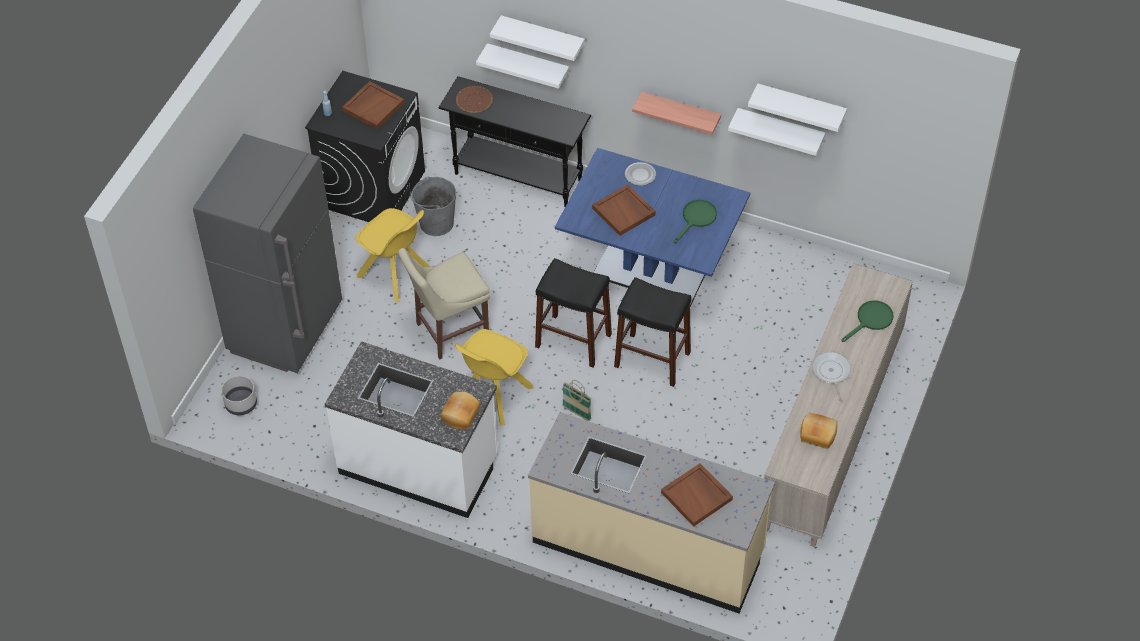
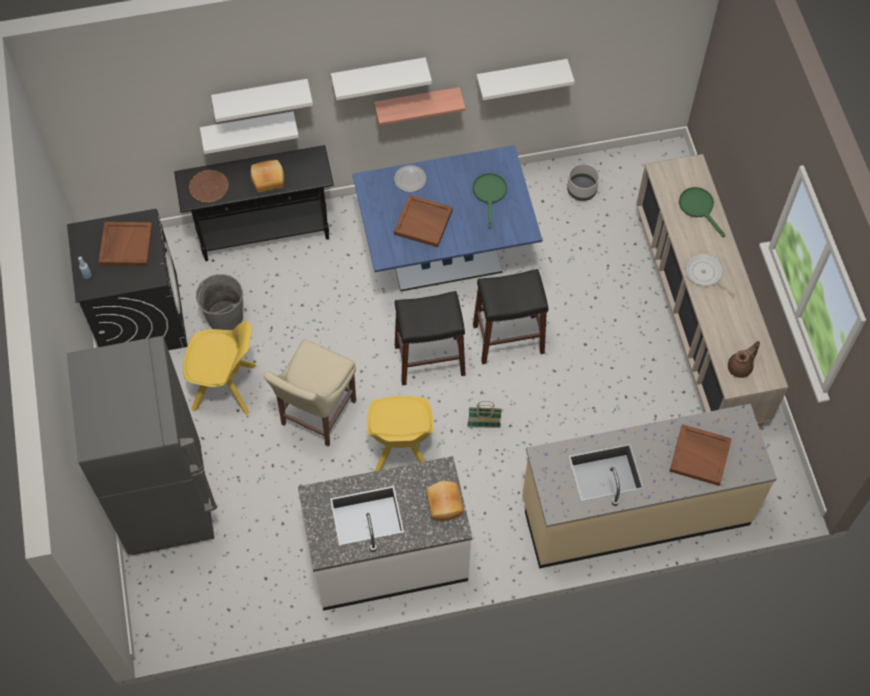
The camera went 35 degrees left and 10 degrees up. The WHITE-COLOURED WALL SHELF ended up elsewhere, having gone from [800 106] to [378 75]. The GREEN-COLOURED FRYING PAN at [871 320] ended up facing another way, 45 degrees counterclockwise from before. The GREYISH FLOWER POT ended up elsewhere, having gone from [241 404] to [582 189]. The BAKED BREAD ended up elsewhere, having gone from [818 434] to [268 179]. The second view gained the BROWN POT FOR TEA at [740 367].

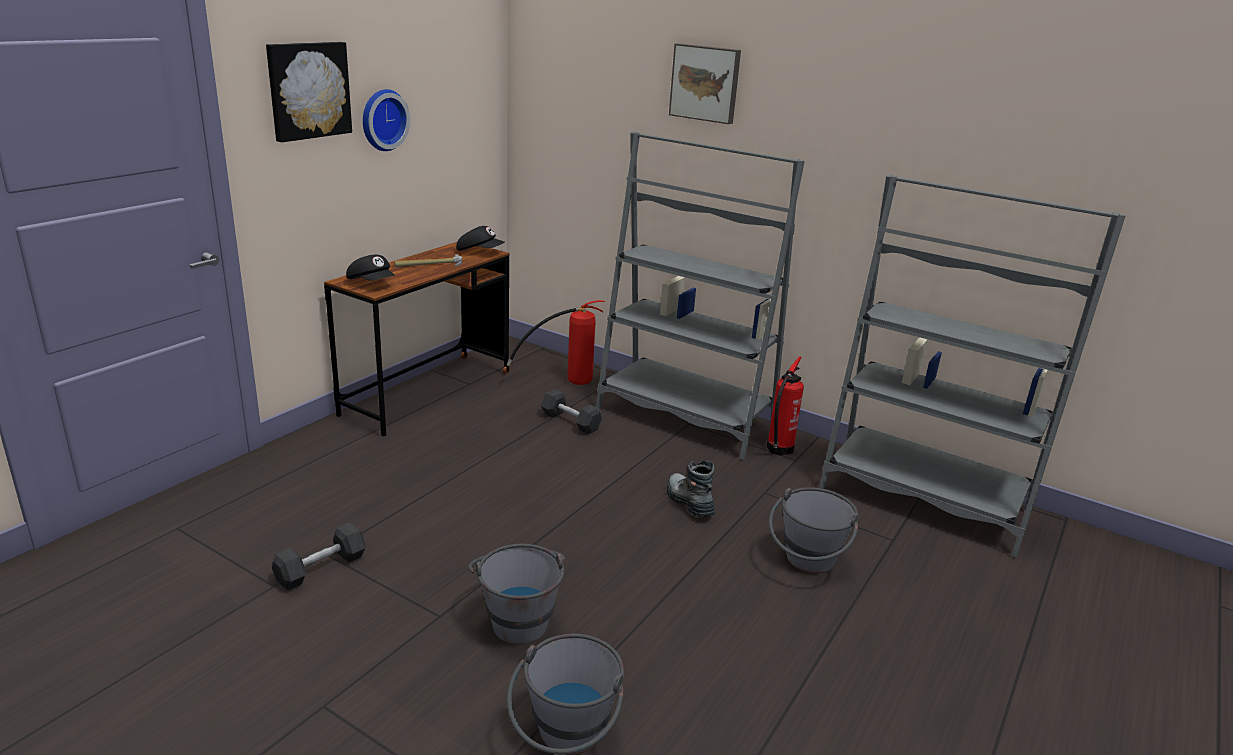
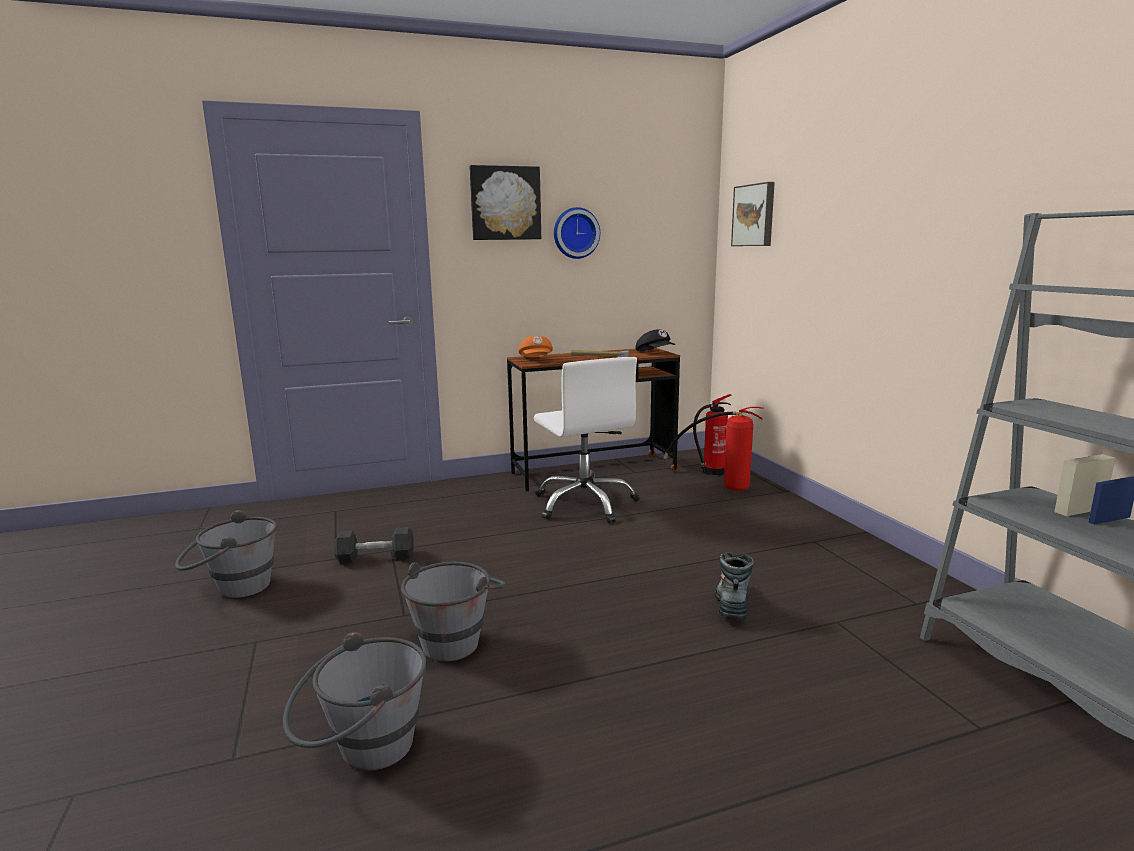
The camera went 40 degrees right and 10 degrees down. The WALL ART ended up elsewhere, having gone from [705 83] to [754 215]. The second view lost the GREYISH SHELVING UNIT at [685 417]. What was the BLACKISH BASEBALL CAP at [372 283] turned into the ORANGEY BASEBALL CAP at [537 360]. The EXTINGUISHER ended up elsewhere, having gone from [778 450] to [711 472]. The second view lost the BLACKISH HAND WEIGHT at [570 421]. The GREYISH BUCKET ended up elsewhere, having gone from [807 564] to [233 588]. The second view gained the WHITE-COLOURED OFFICE CHAIR at [585 504].

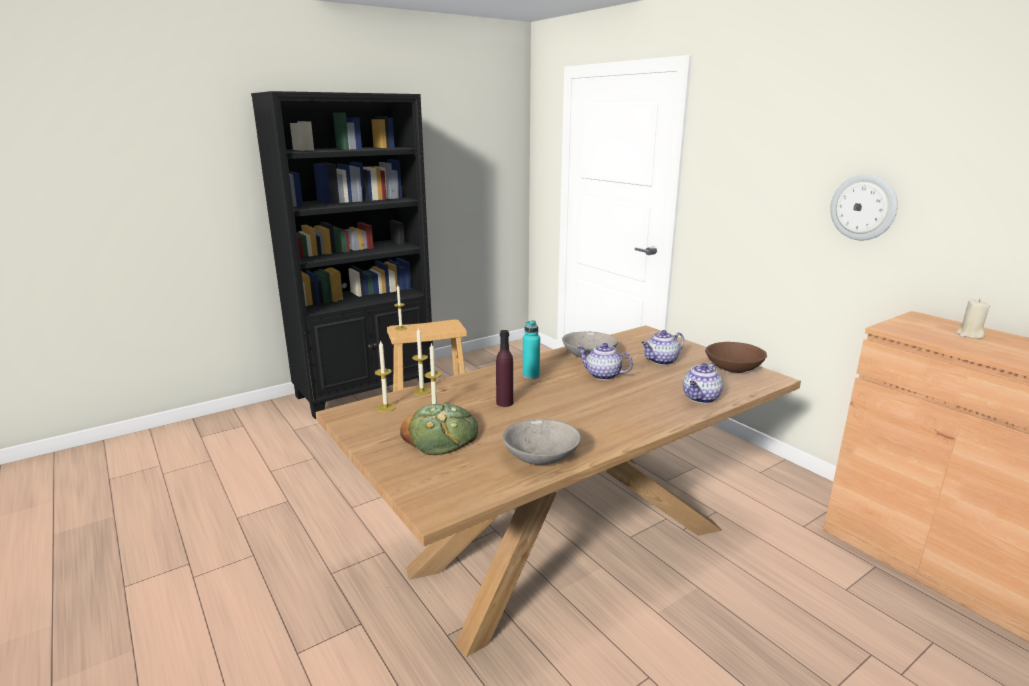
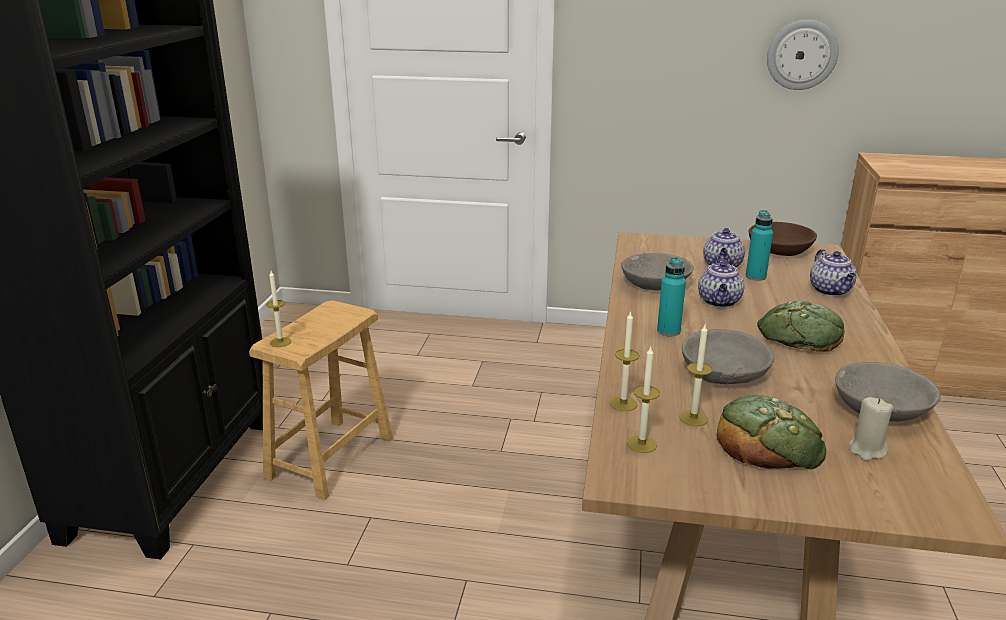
The camera went 45 degrees left and 5 degrees up. The BEIGE CANDLE ended up elsewhere, having gone from [969 335] to [867 450]. Where the PURPLISH DRINK BOTTLE stood at [504 403], the GREYISH BOWL came to stand at [724 373]. The POT FOR TEA at [602 375] ended up facing another way, 60 degrees counterclockwise from before. The second view gained the TURQUOISE-COLOURED DRINK BOTTLE at [755 276]. The second view gained the BAKED BREAD at [800 335].

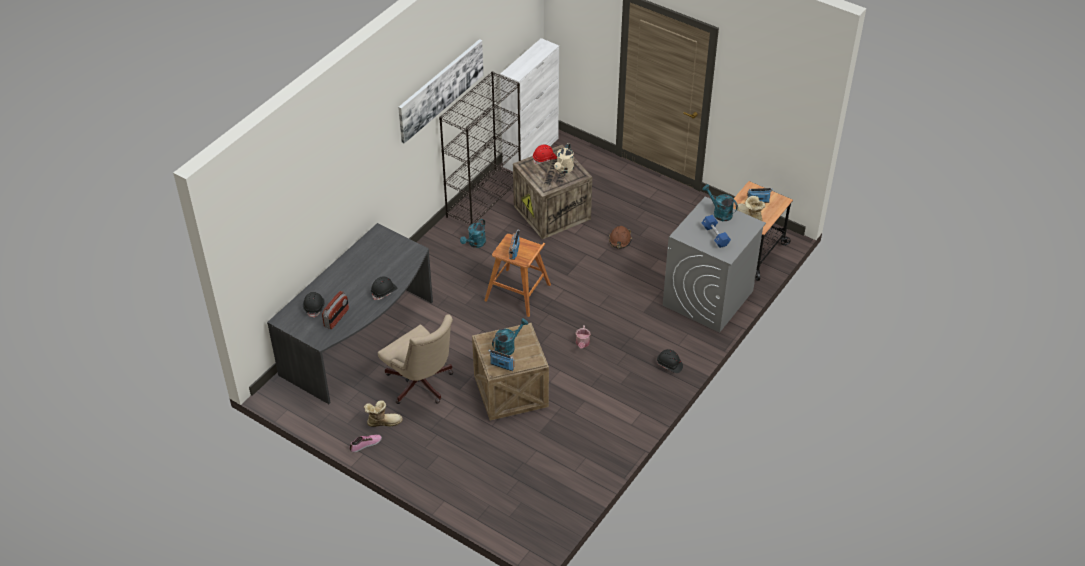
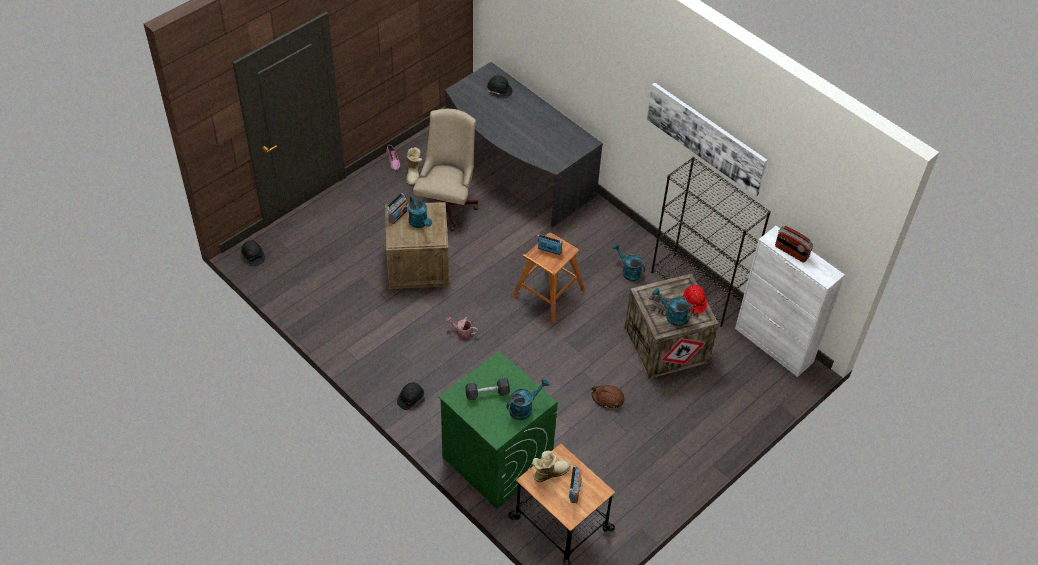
The camera went 100 degrees right and 5 degrees up. What was the BEIGE WATERING CAN at [564 169] turned into the TURQUOISE-COLOURED WATERING CAN at [672 316]. What was the GREYISH WASHING MACHINE at [708 298] turned into the GREEN-COLOURED WASHING MACHINE at [496 460]. What was the BLUE HAND WEIGHT at [715 236] turned into the BLACKISH HAND WEIGHT at [487 393]. The BLACKISH WORK HELMET ended up elsewhere, having gone from [384 292] to [253 256]. The RADIO RECEIVER ended up elsewhere, having gone from [336 318] to [791 252]. The BEIGE OFFICE CHAIR at [421 385] ended up facing another way, 135 degrees clockwise from before.

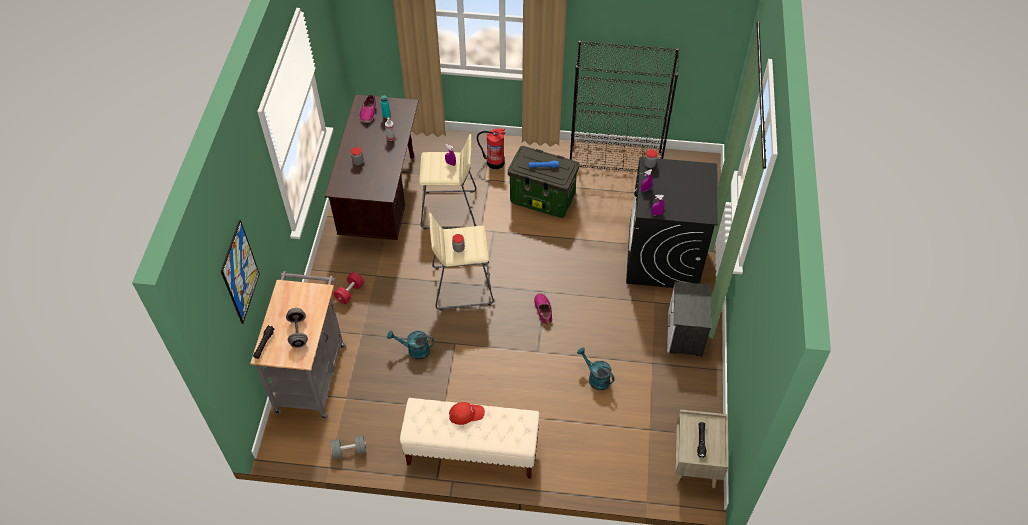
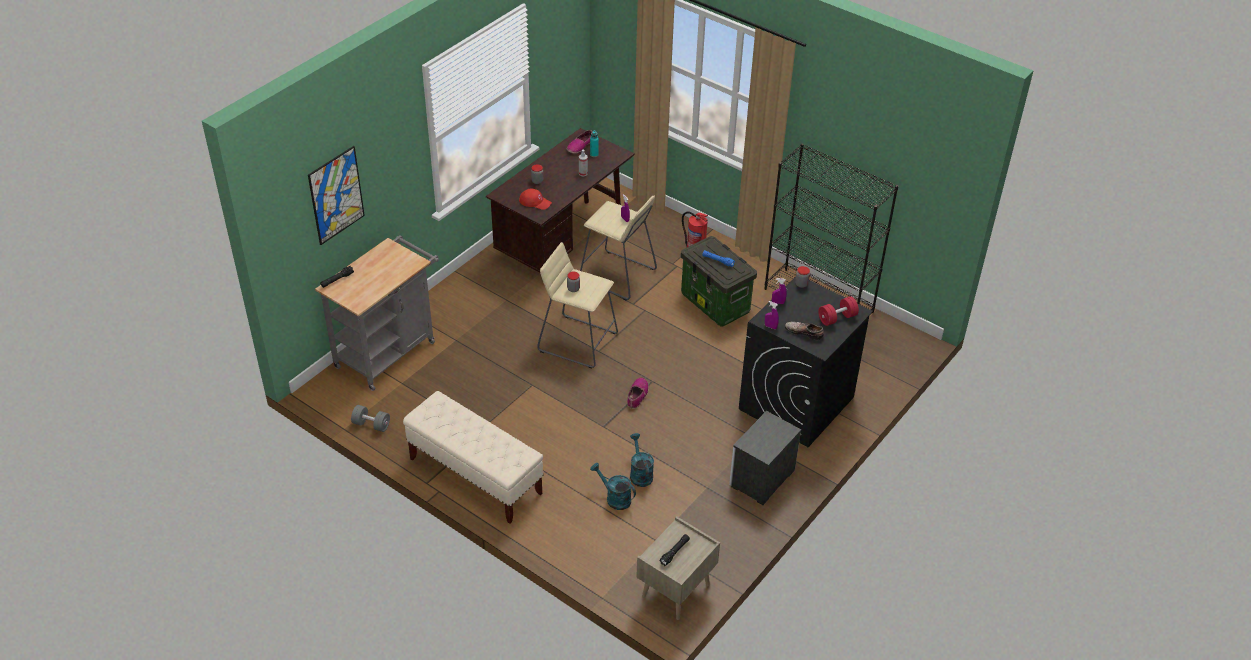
The camera went 30 degrees right and 10 degrees down. The REDDISH HAND WEIGHT ended up elsewhere, having gone from [350 292] to [837 318]. The second view lost the GREYISH HAND WEIGHT at [298 332]. The TURQUOISE-COLOURED WATERING CAN ended up elsewhere, having gone from [414 350] to [614 498]. The REDDISH BASEBALL CAP ended up elsewhere, having gone from [466 414] to [535 202]. The second view gained the SHOE at [804 332].

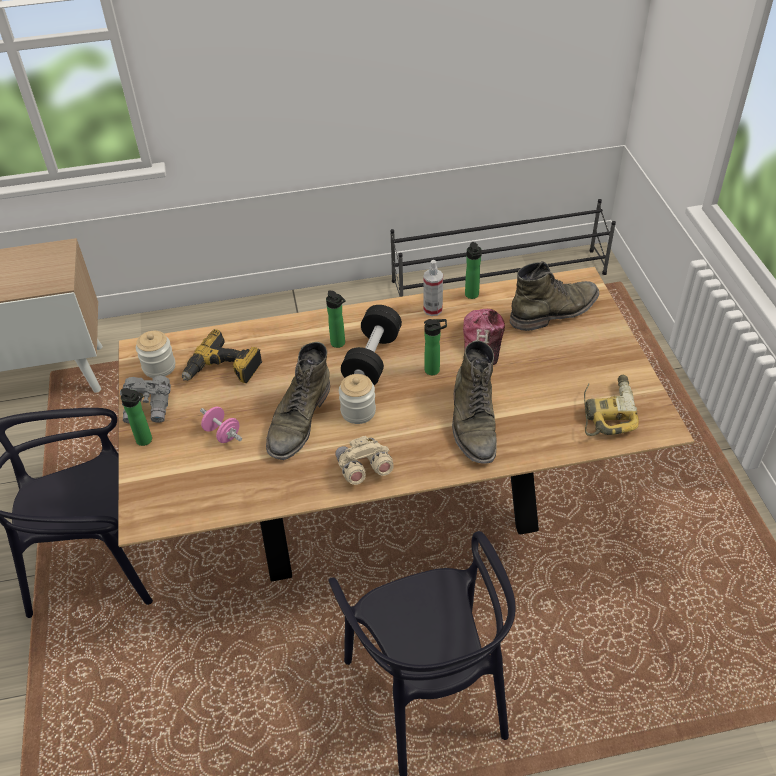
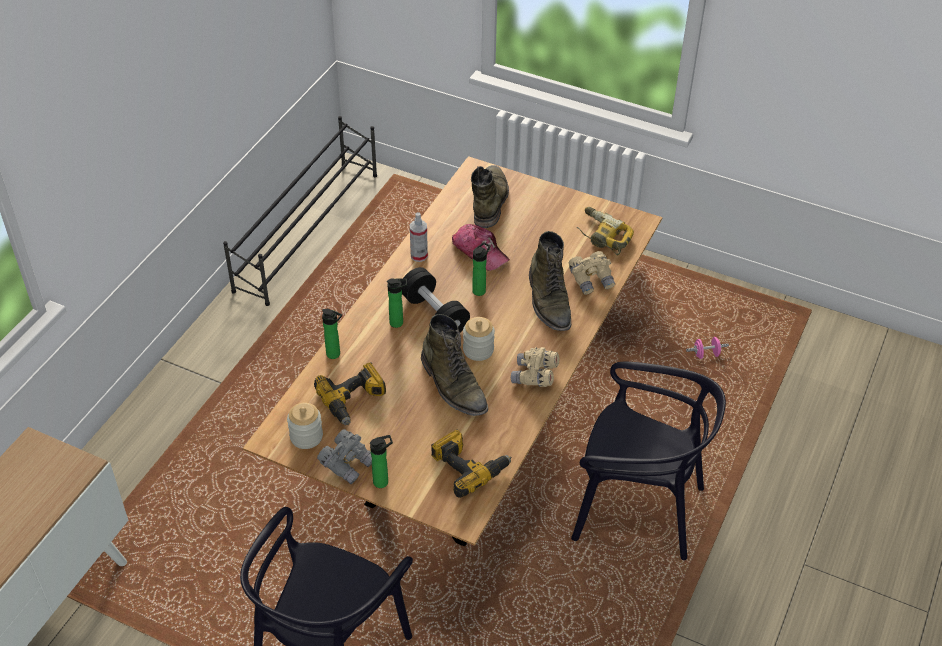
The camera went 55 degrees left and 0 degrees up. The DRINK BOTTLE ended up elsewhere, having gone from [472 296] to [335 355]. The GREEN-COLOURED BOOT at [473 423] ended up facing another way, 45 degrees clockwise from before. The PINK HAND WEIGHT ended up elsewhere, having gone from [222 433] to [706 354]. The second view gained the BEIGE BINOCULARS at [591 280]. The second view gained the DRILL at [468 466].

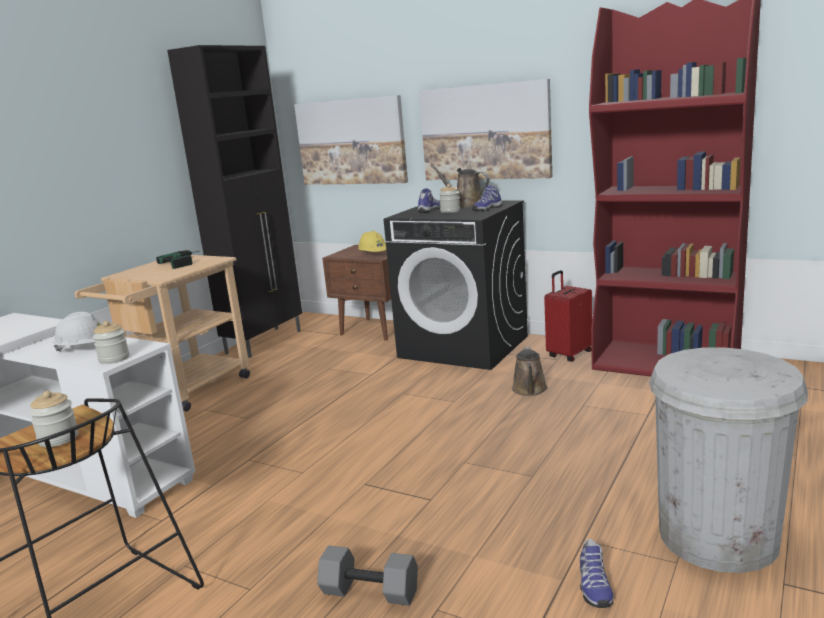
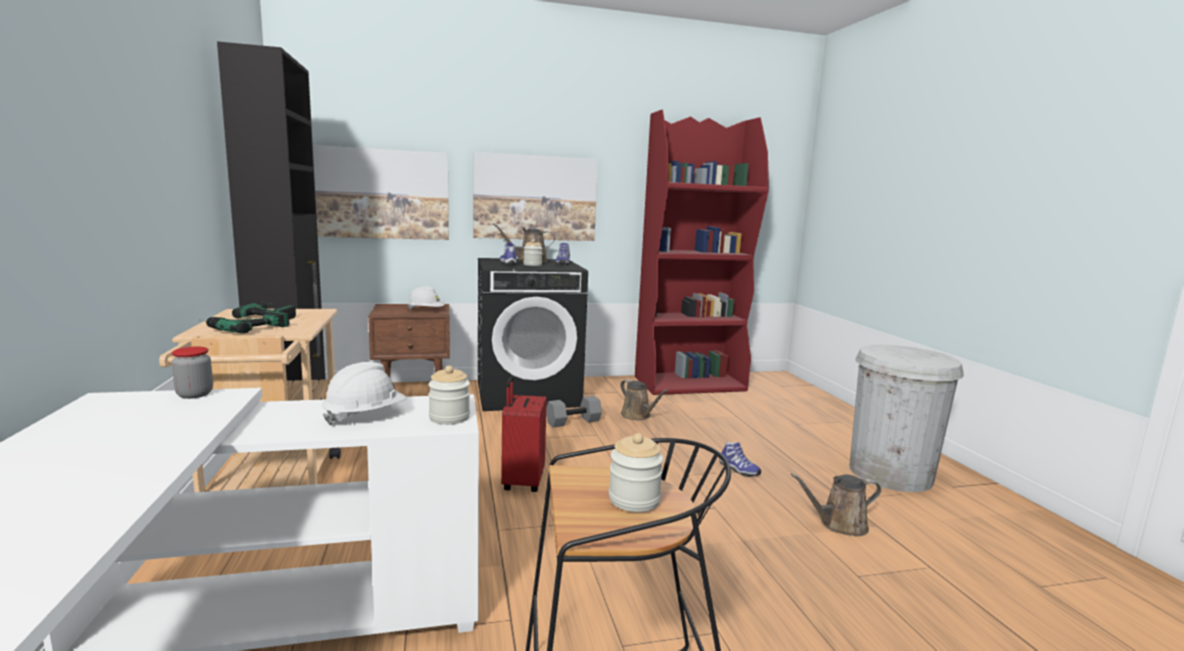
The camera went 45 degrees left and 5 degrees down. What was the YELLOW WORK HELMET at [374 255] turned into the WHITE-COLOURED WORK HELMET at [426 311]. The REDDISH SUITCASE ended up elsewhere, having gone from [568 354] to [522 482]. The SHOE ended up elsewhere, having gone from [593 587] to [738 470]. The GREYISH HAND WEIGHT ended up elsewhere, having gone from [371 591] to [573 421]. The second view gained the DRILL at [242 327]. The second view gained the PRESERVE JAR at [195 394]. The second view gained the BROWN WATERING CAN at [839 525].

